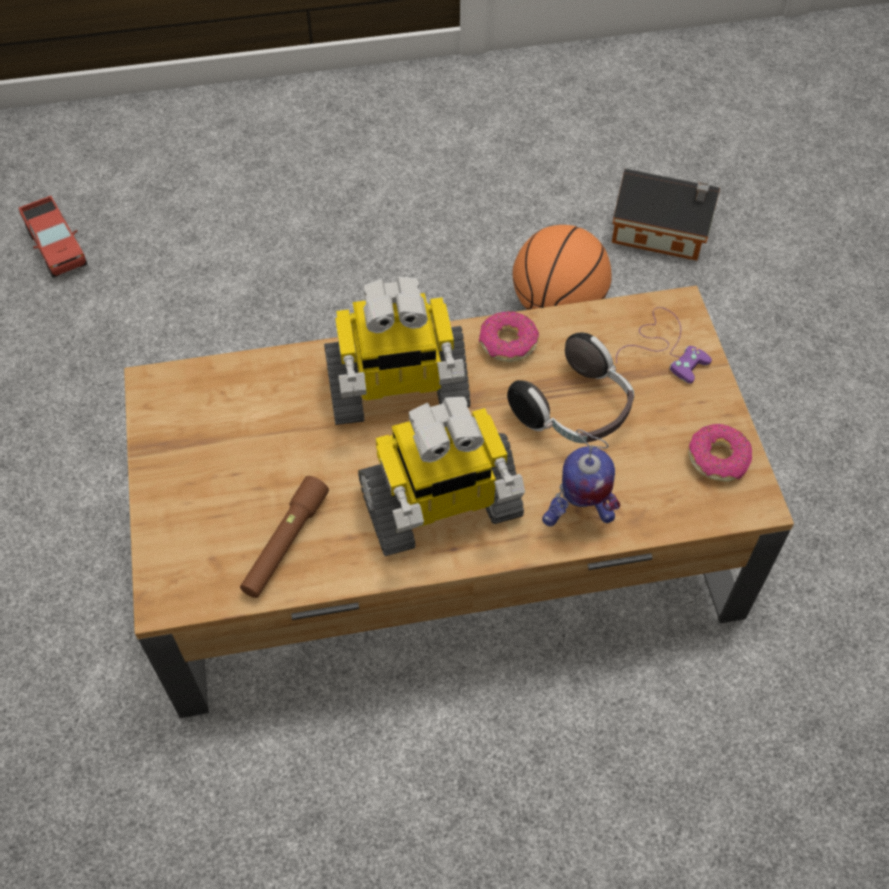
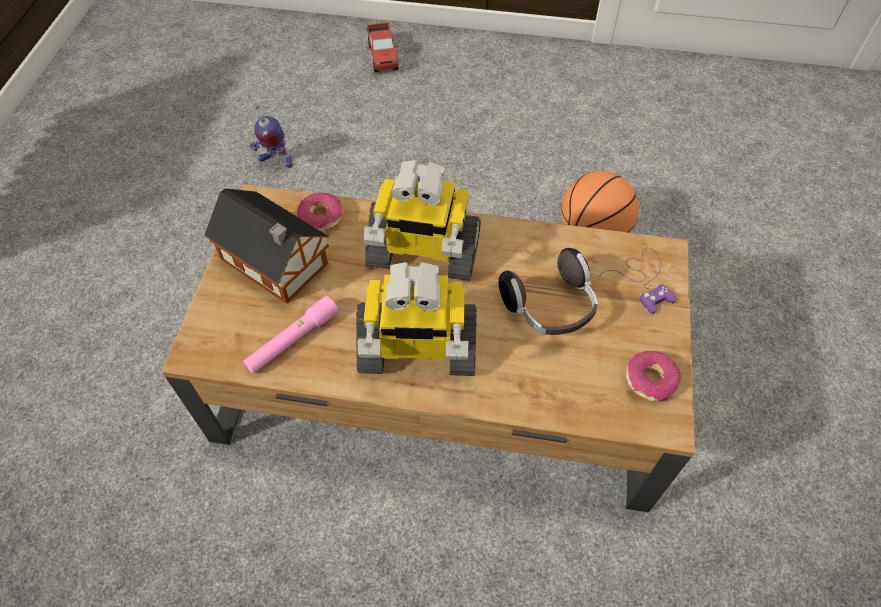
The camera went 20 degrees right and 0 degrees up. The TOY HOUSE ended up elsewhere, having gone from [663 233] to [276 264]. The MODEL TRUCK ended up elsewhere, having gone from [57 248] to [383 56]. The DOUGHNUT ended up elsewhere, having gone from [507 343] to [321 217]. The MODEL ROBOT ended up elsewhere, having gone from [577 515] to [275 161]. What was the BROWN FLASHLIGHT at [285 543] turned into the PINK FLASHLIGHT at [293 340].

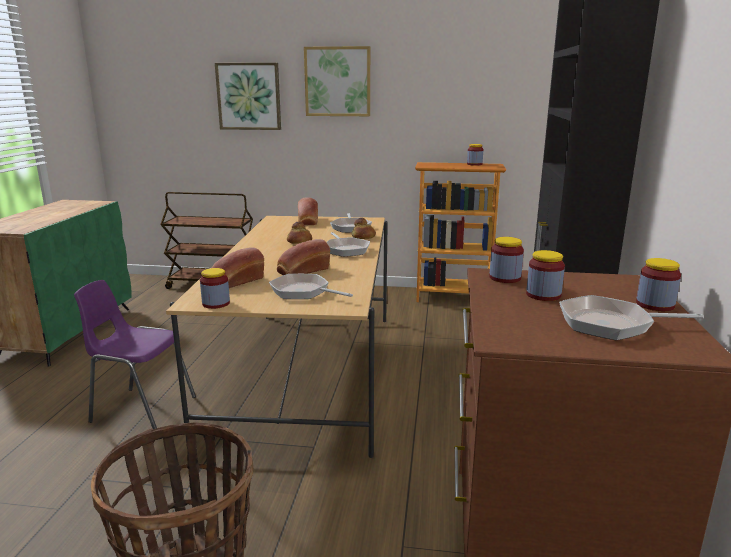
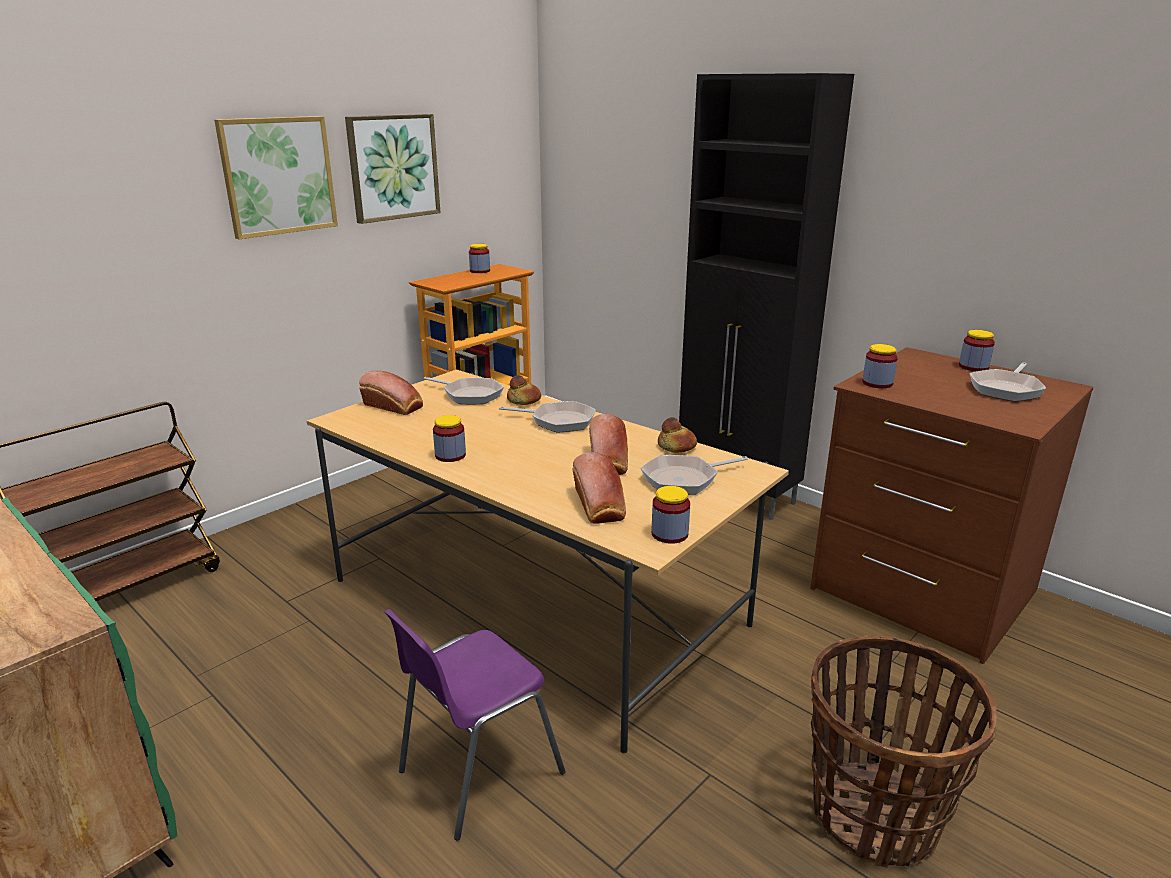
The camera went 55 degrees left and 5 degrees up. The WALL ART ended up elsewhere, having gone from [249 96] to [393 167]. The BAKED BREAD ended up elsewhere, having gone from [299 242] to [676 447]. The PRESERVE JAR ended up elsewhere, having gone from [543 295] to [450 455].

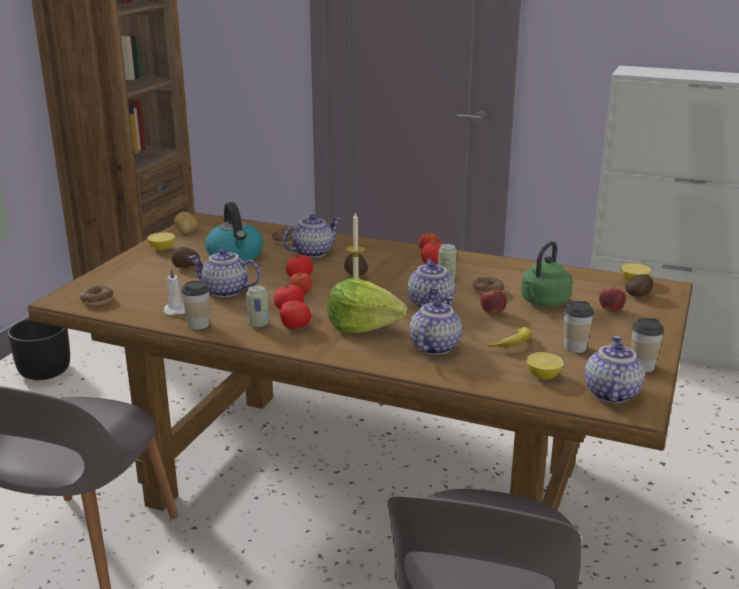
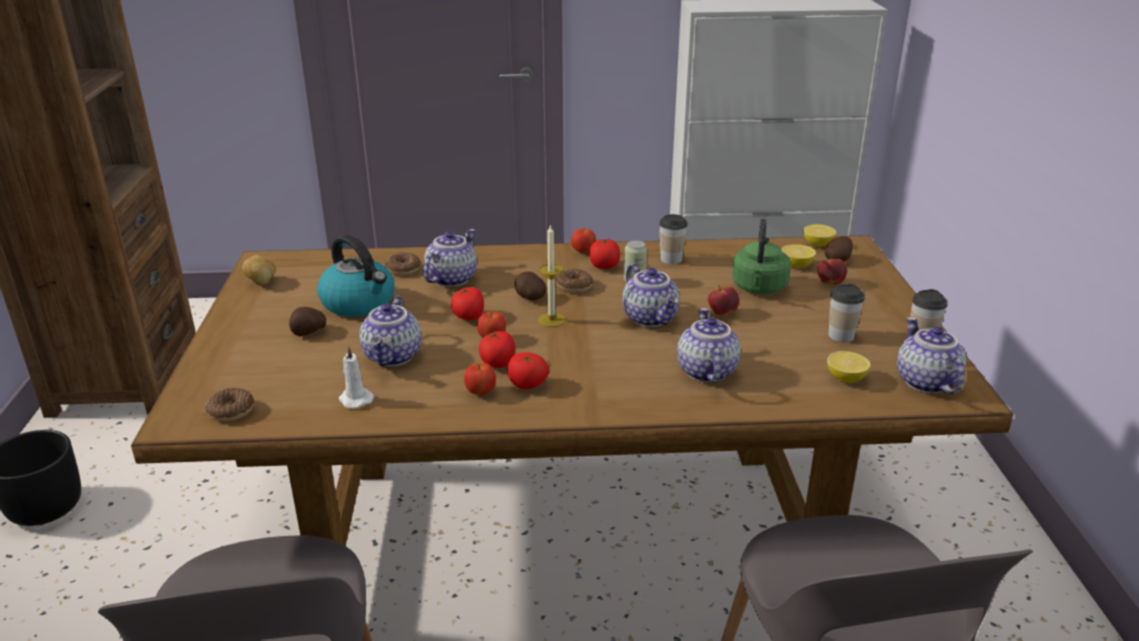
The camera went 25 degrees left and 5 degrees up. The WHOLE LEMON ended up elsewhere, having gone from [162 248] to [796 265]. The POT FOR TEA at [225 291] ended up facing another way, 75 degrees counterclockwise from before. The DOUGHNUT ended up elsewhere, having gone from [487 291] to [574 286]. The second view lost the HEAD OF LETTUCE at [363 326]. The CUP ended up elsewhere, having gone from [198 325] to [671 259]. Where the SEALED CAN stood at [258 324], the WHOLE APPLE came to stand at [480 392]. The second view lost the BANANA at [514 344].

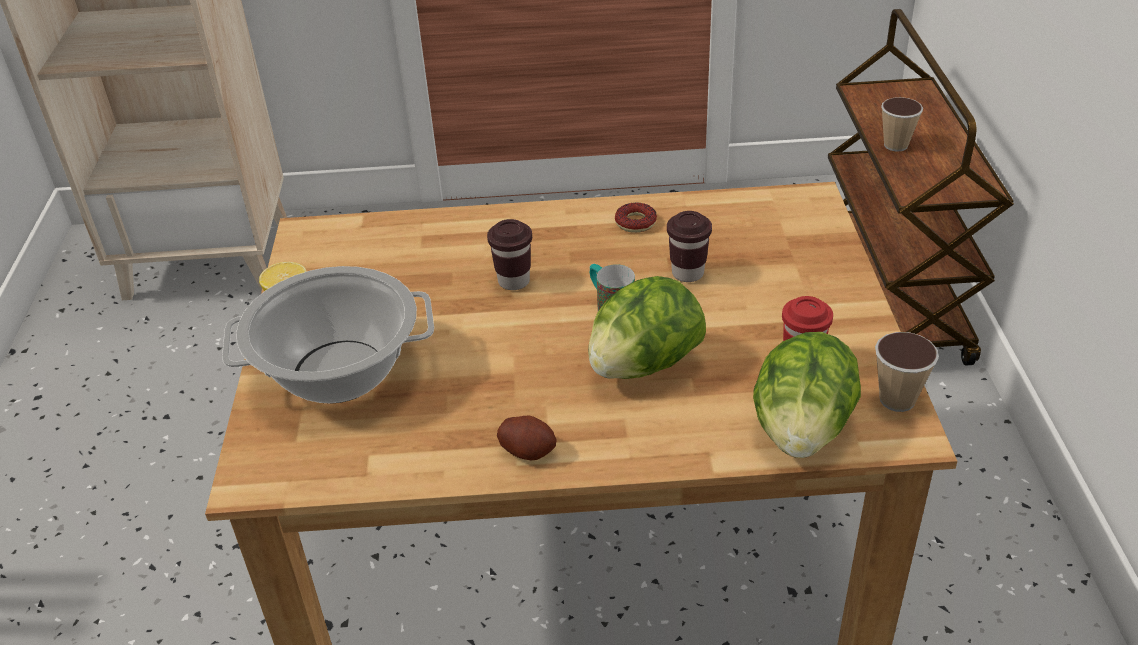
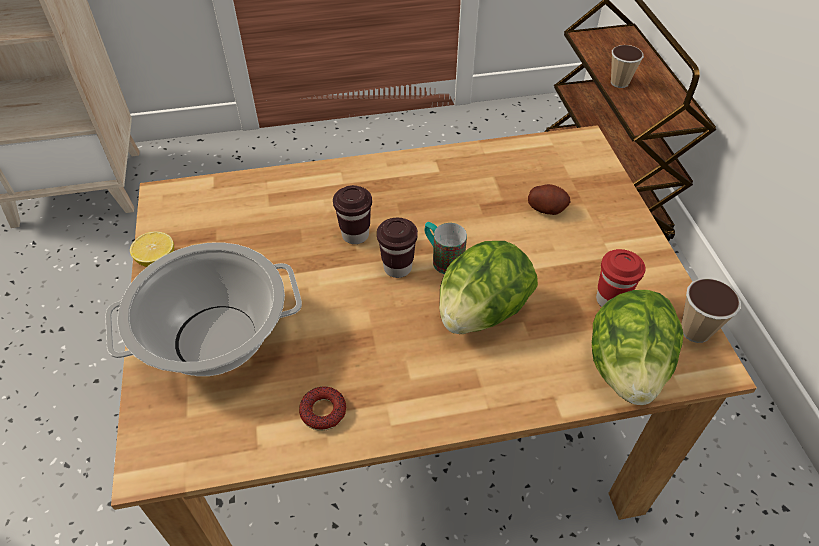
The camera went 10 degrees left and 10 degrees up. The DOUGHNUT ended up elsewhere, having gone from [635 223] to [323 412]. The BROWN CUP ended up elsewhere, having gone from [687 273] to [397 268]. The WHOLE POTATO ended up elsewhere, having gone from [528 450] to [546 208].

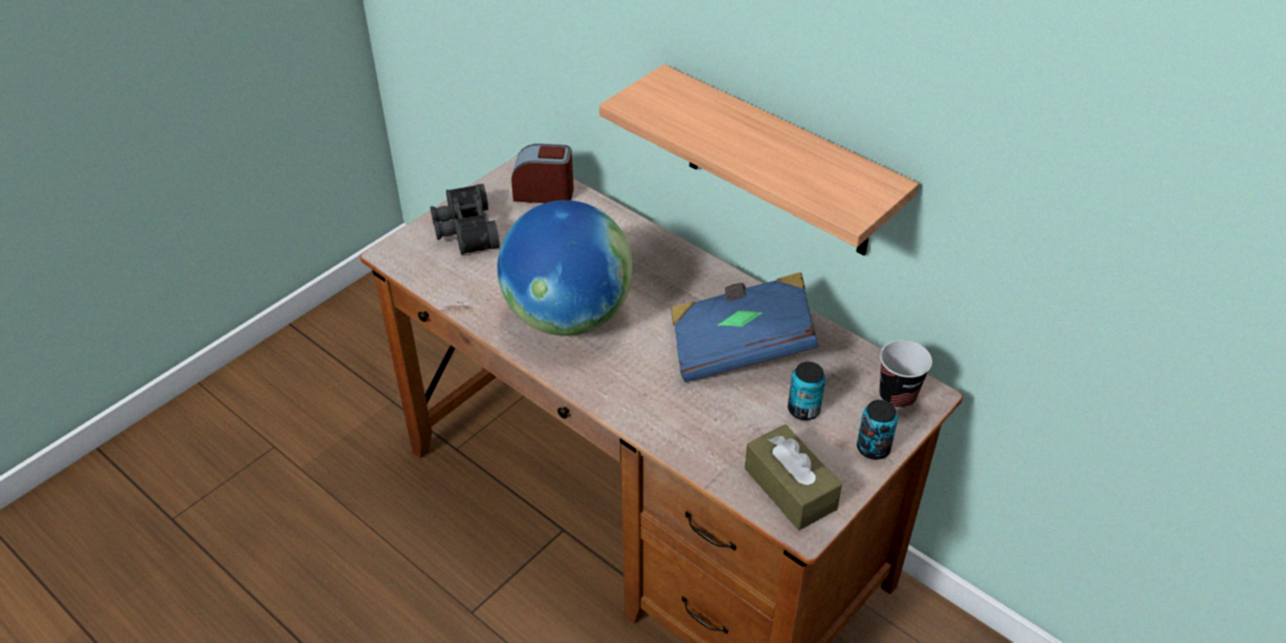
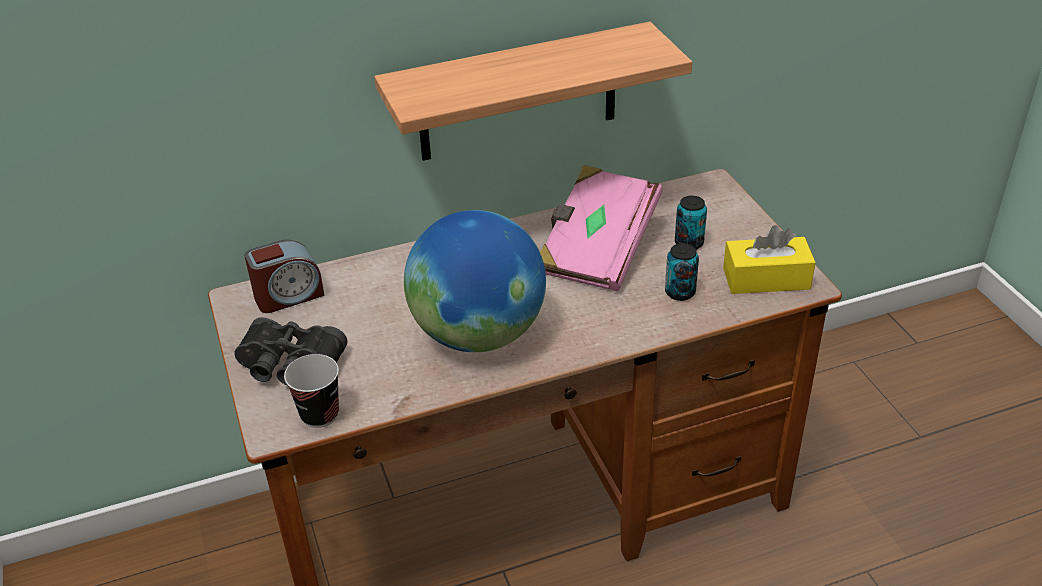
The camera went 60 degrees left and 5 degrees down. The ALARM CLOCK at [544 193] ended up facing another way, 150 degrees counterclockwise from before. What was the BLUE BOOK at [740 347] turned into the PINK BOOK at [596 250]. The CUP ended up elsewhere, having gone from [897 396] to [320 415]. The SEALED CAN ended up elsewhere, having gone from [873 448] to [680 292]. What was the BROWN TISSUE BOX at [790 488] turned into the YELLOW TISSUE BOX at [766 279].

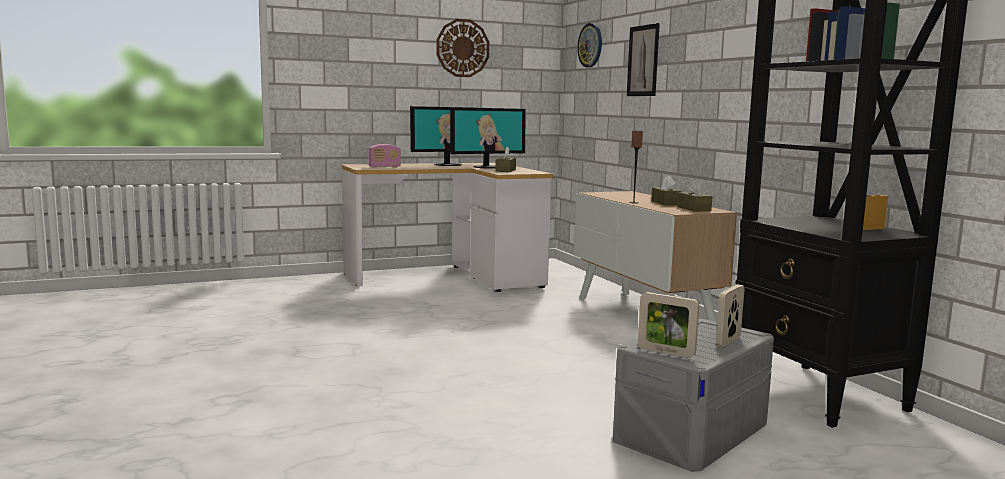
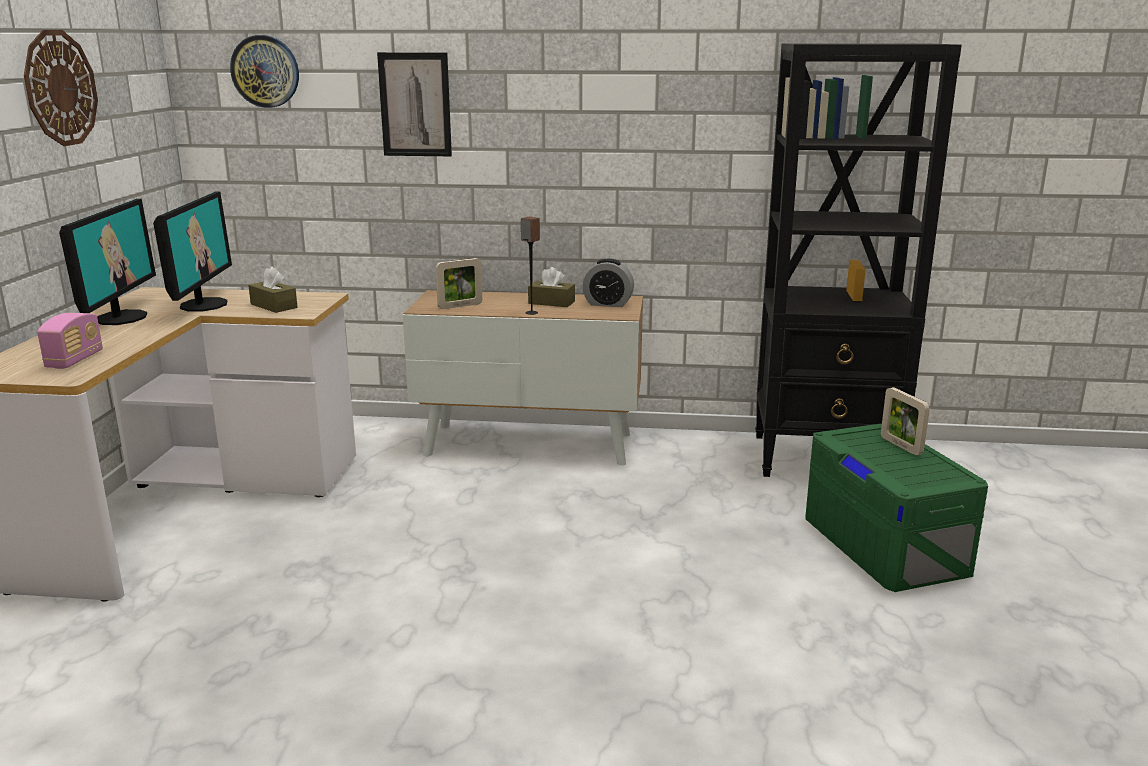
The camera went 60 degrees left and 10 degrees up. Where the BROWN TISSUE BOX stood at [694 209], the ALARM CLOCK came to stand at [608 304]. The STANDING FRAME ended up elsewhere, having gone from [666 352] to [460 306]. What was the GREYISH STORAGE CONTAINER at [691 431] turned into the GREEN-COLOURED STORAGE CONTAINER at [884 544].

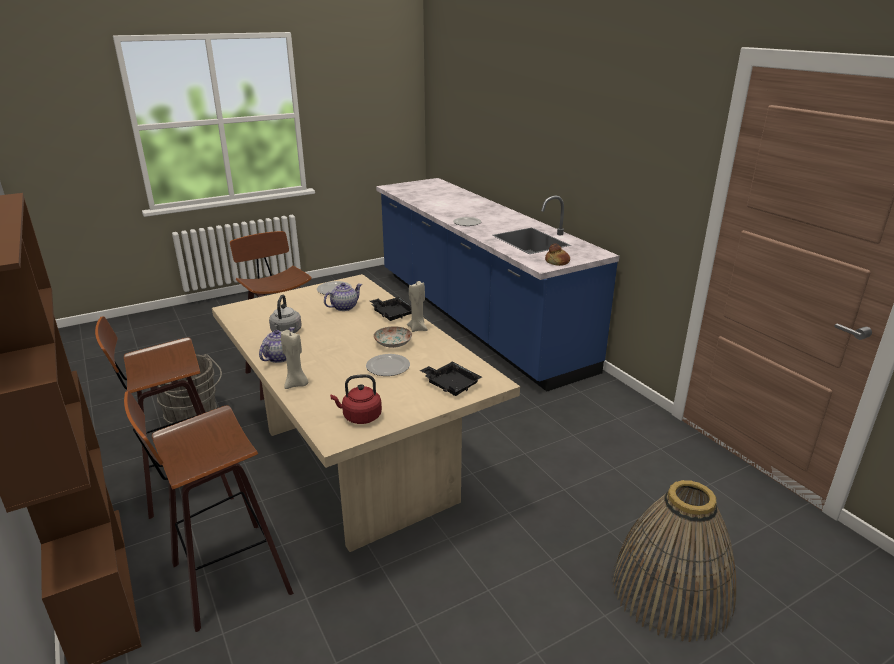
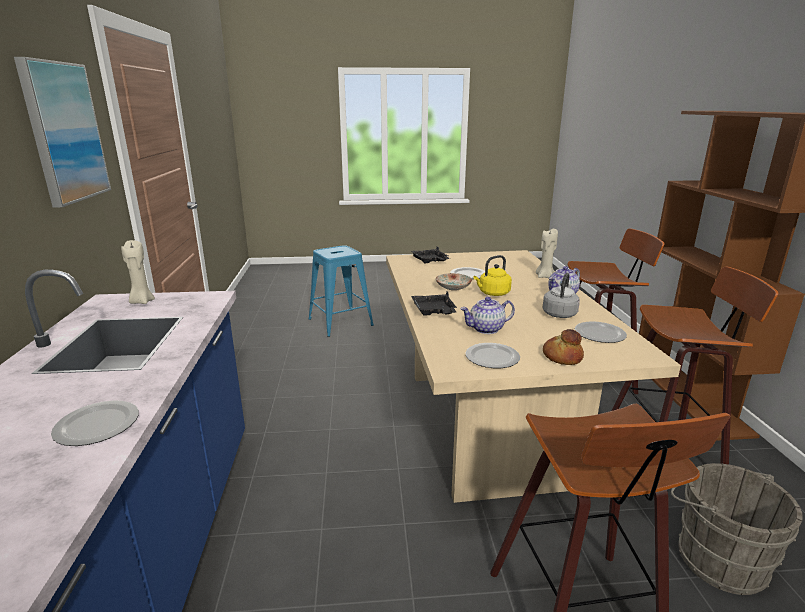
The camera went 155 degrees left and 5 degrees down. The BAKED BREAD ended up elsewhere, having gone from [557 262] to [561 357]. The BEIGE CANDLE ended up elsewhere, having gone from [418 328] to [142 302]. The second view lost the REDDISH TEA KETTLE at [360 417]. Where the HOUSEHOLD BASKET stood at [671 590], the BLUE STOOL came to stand at [340 322]. The second view gained the WALL ART at [64 132]. The second view gained the YELLOW TEA KETTLE at [492 293]. The second view gained the FLAT DISH at [600 334].

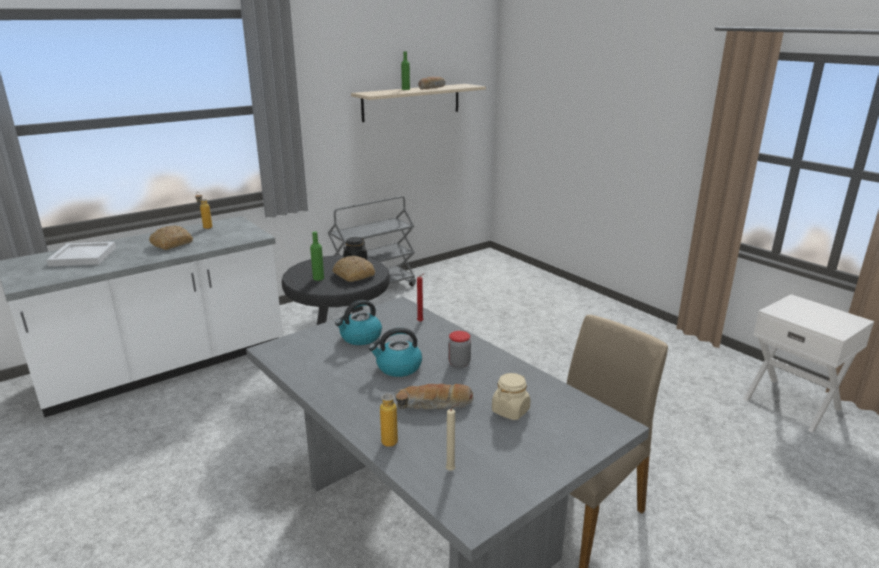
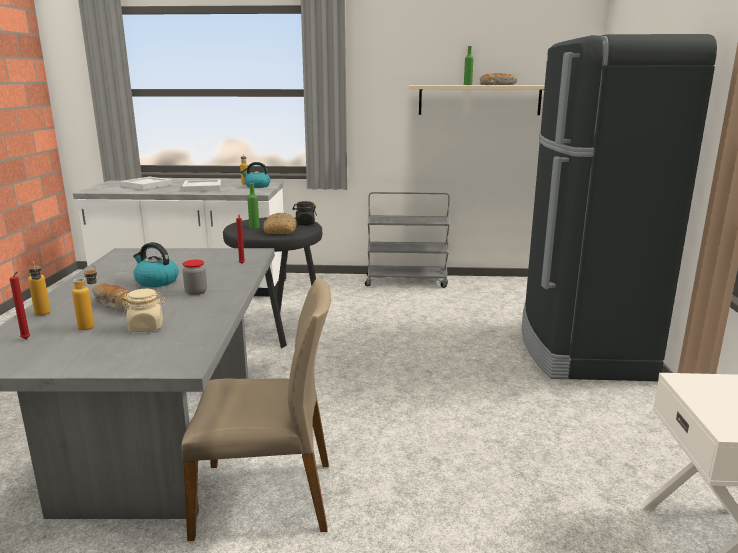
The camera went 40 degrees right and 5 degrees down. Where the BAKED BREAD stood at [172 244], the WHITE-COLOURED TRAY came to stand at [203 187]. The TEA KETTLE ended up elsewhere, having gone from [360 337] to [257 186]. What was the BEIGE CANDLE at [452 470] turned into the REDDISH CANDLE at [26 339]. The second view gained the BLACKISH FRIDGE at [581 350]. The second view gained the DRINK BOTTLE at [91 325].

